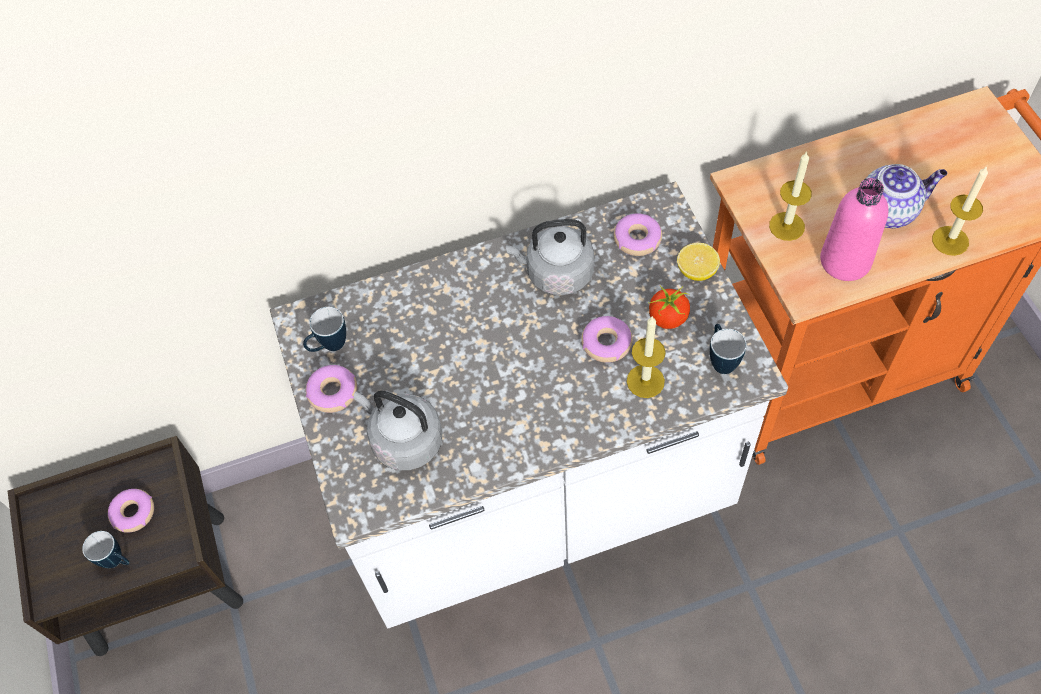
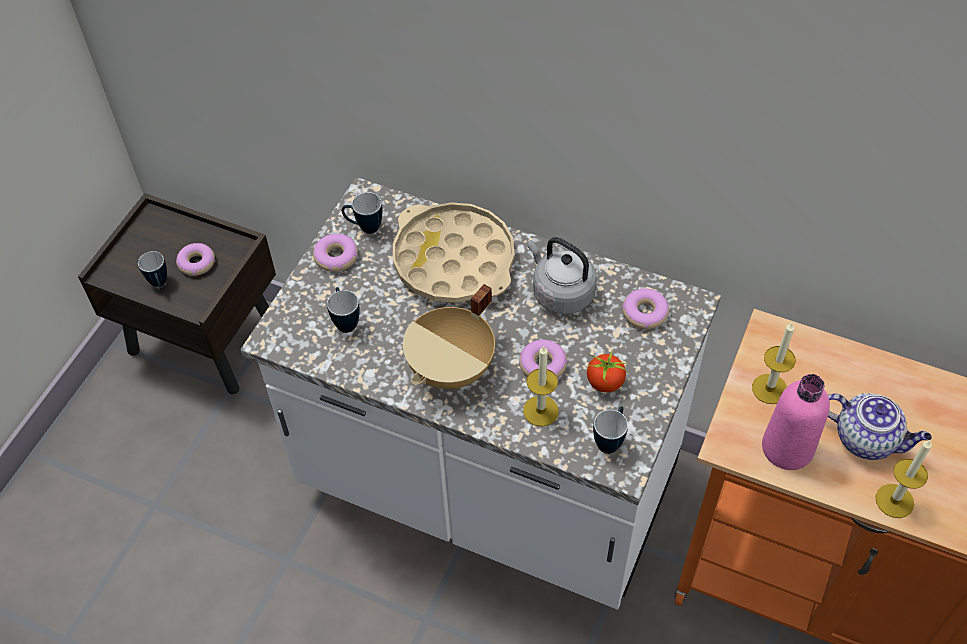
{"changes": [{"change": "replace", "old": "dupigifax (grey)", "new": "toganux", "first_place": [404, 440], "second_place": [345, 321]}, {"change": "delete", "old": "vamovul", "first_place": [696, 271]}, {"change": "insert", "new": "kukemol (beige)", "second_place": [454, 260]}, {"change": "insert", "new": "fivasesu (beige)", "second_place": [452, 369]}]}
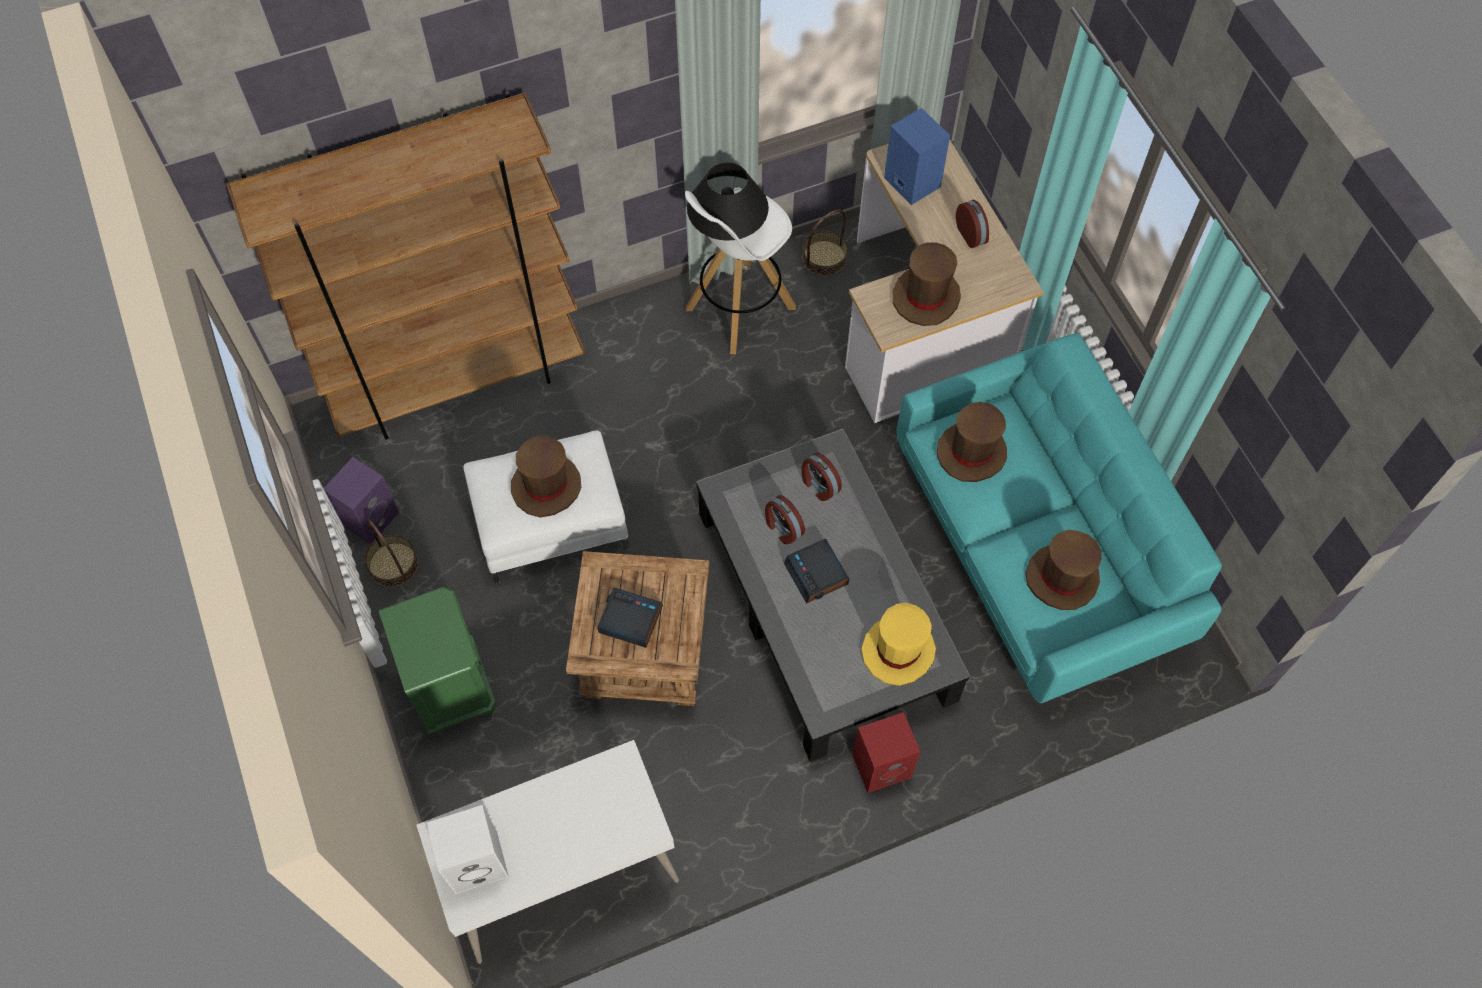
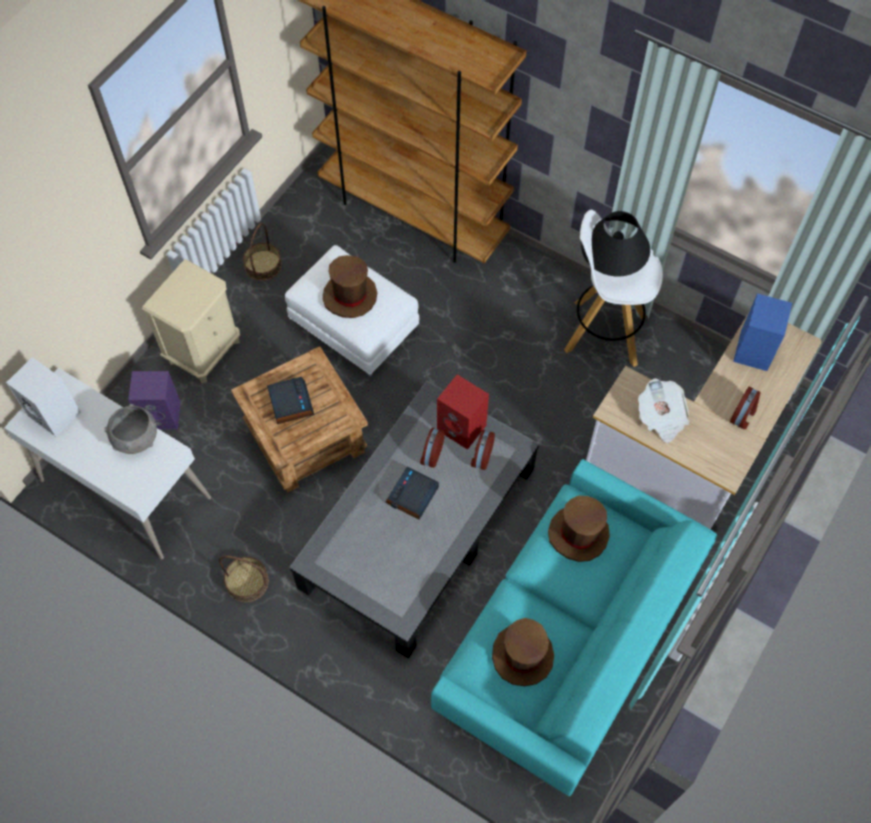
{"changes": [{"change": "move", "old": "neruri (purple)", "first_place": [370, 517], "second_place": [162, 414]}, {"change": "recolor", "old": "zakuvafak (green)", "new": "zakuvafak (beige)", "first_place": [452, 689], "second_place": [204, 351]}, {"change": "move", "old": "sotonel", "first_place": [824, 258], "second_place": [247, 582]}, {"change": "move", "old": "neruri (red)", "first_place": [882, 764], "second_place": [463, 427]}, {"change": "delete", "old": "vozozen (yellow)", "first_place": [898, 651]}, {"change": "replace", "old": "vozozen (brown)", "new": "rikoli", "first_place": [926, 297], "second_place": [661, 417]}, {"change": "insert", "new": "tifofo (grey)", "second_place": [136, 438]}]}
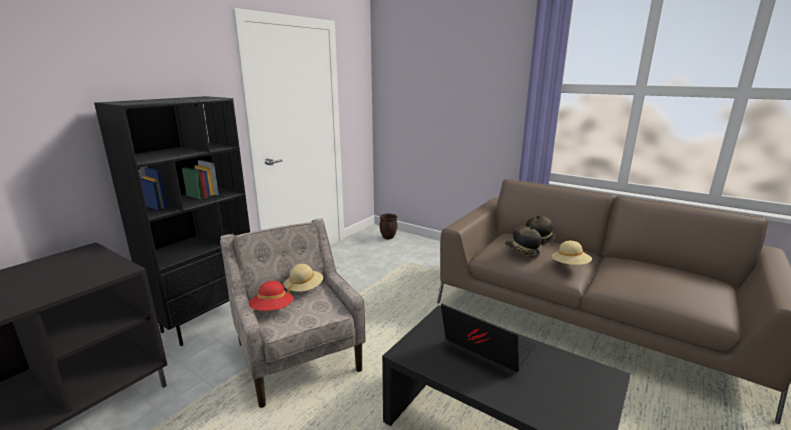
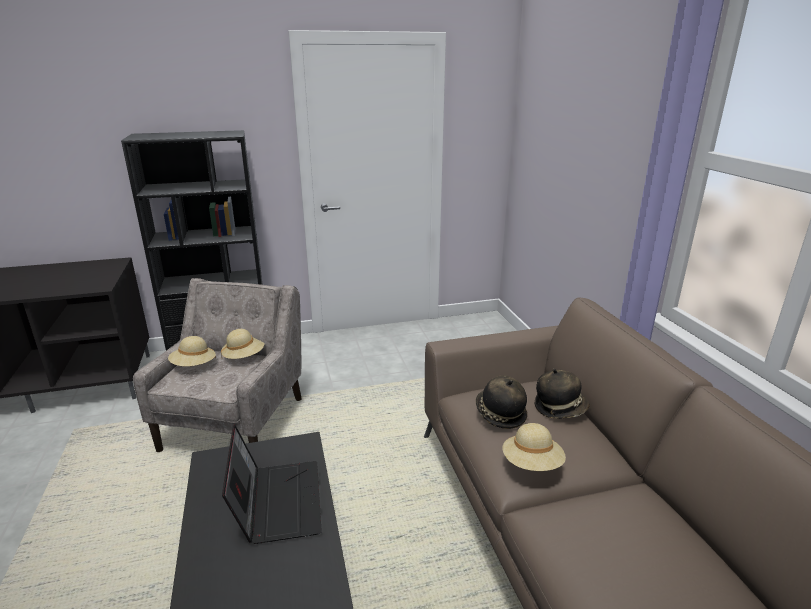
{"changes": [{"change": "recolor", "old": "vozozen (red)", "new": "vozozen (beige)", "first_place": [272, 310], "second_place": [194, 365]}, {"change": "delete", "old": "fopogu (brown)", "first_place": [388, 237]}]}
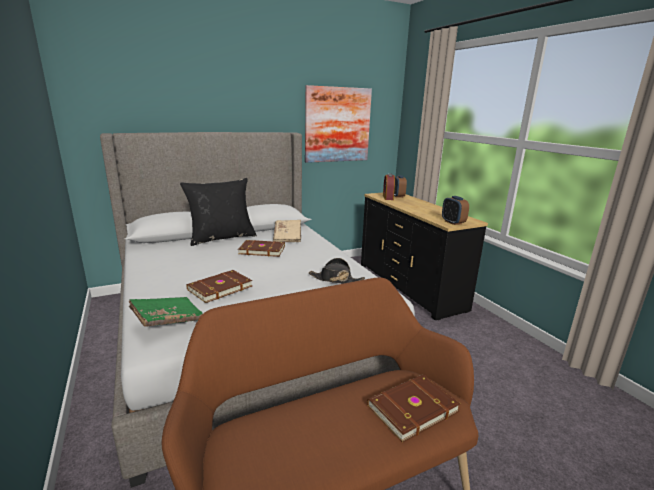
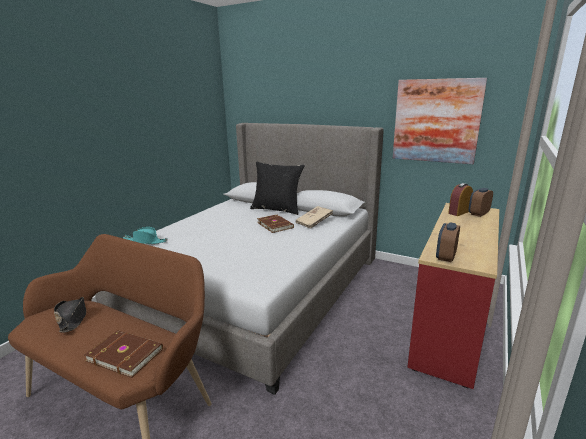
{"changes": [{"change": "replace", "old": "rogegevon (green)", "new": "vozozen (turquoise)", "first_place": [167, 320], "second_place": [146, 241]}, {"change": "delete", "old": "rogegevon (brown)", "first_place": [219, 288]}, {"change": "move", "old": "vozozen (black)", "first_place": [335, 279], "second_place": [73, 318]}, {"change": "recolor", "old": "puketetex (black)", "new": "puketetex (red)", "first_place": [410, 286], "second_place": [451, 326]}]}
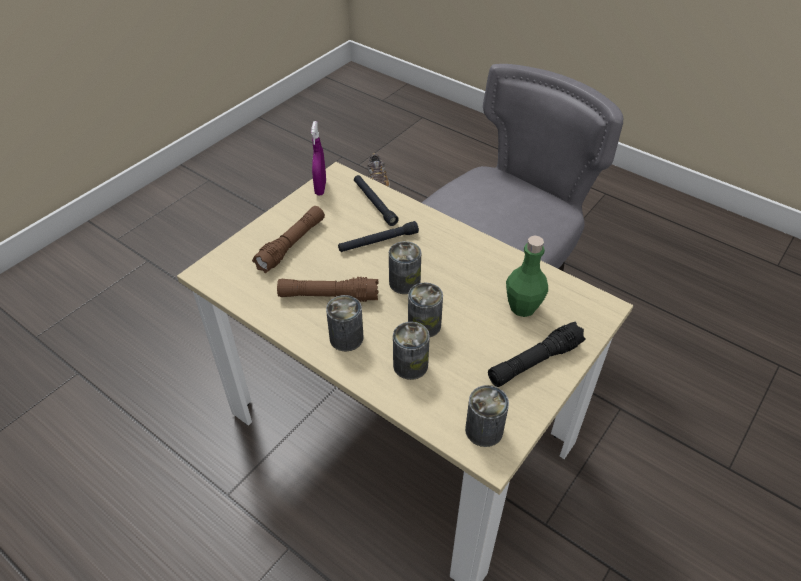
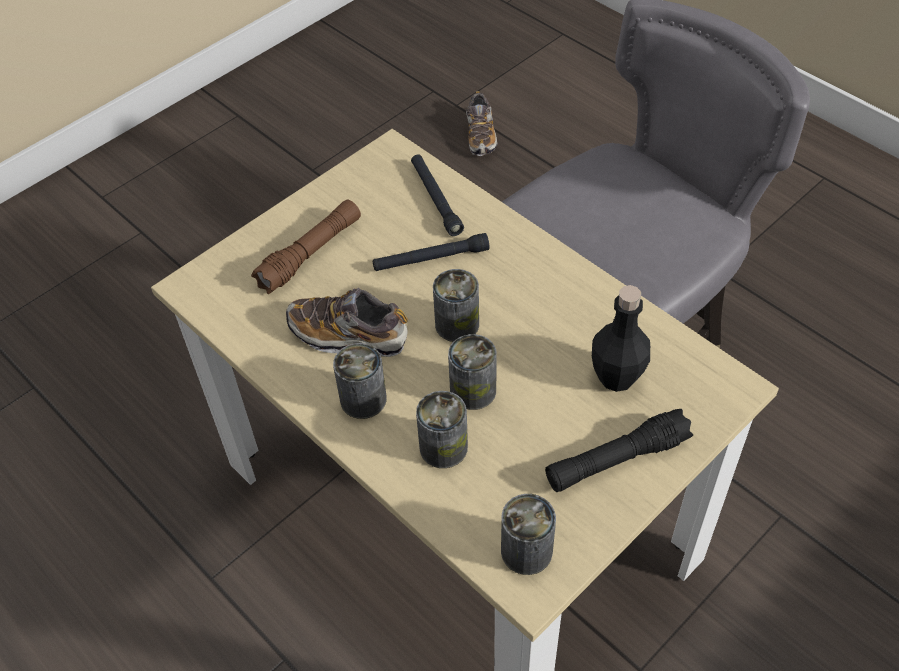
{"changes": [{"change": "replace", "old": "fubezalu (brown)", "new": "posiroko", "first_place": [328, 296], "second_place": [348, 336]}, {"change": "delete", "old": "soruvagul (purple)", "first_place": [320, 188]}, {"change": "recolor", "old": "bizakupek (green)", "new": "bizakupek (black)", "first_place": [522, 307], "second_place": [616, 377]}]}
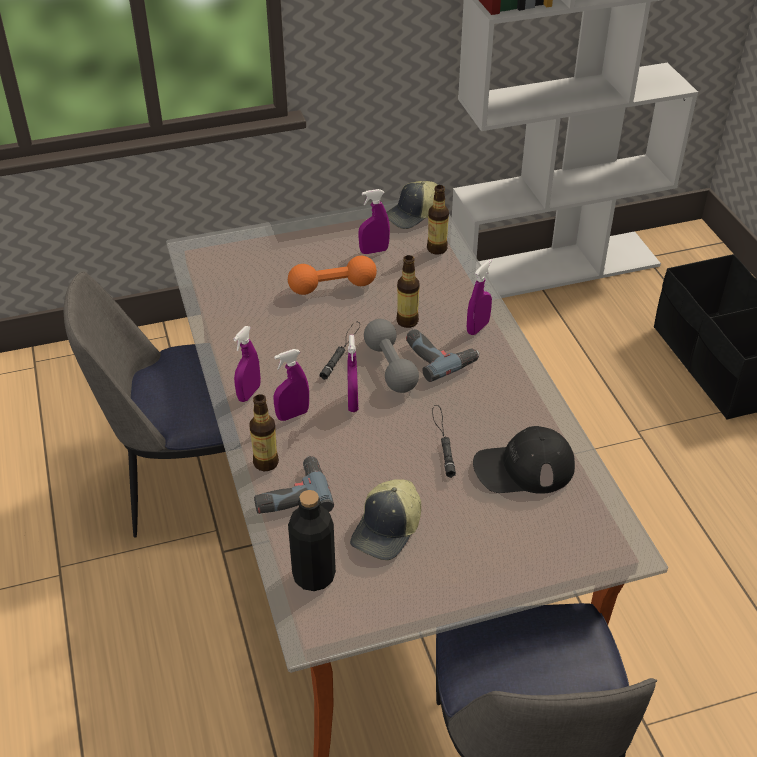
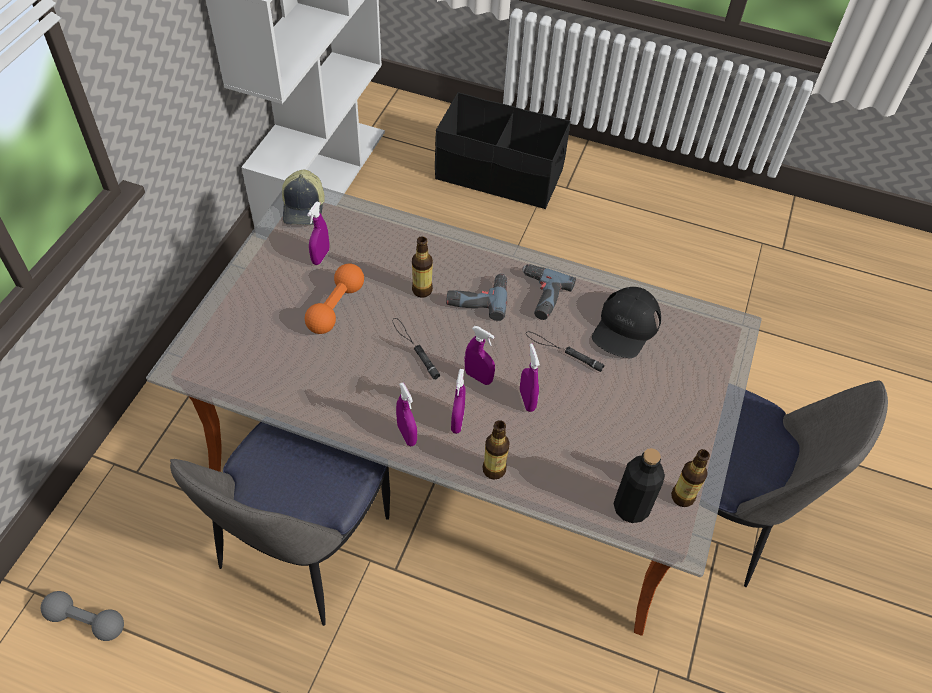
{"changes": [{"change": "move", "old": "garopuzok", "first_place": [290, 494], "second_place": [540, 296]}, {"change": "delete", "old": "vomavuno", "first_place": [388, 530]}, {"change": "move", "old": "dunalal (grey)", "first_place": [390, 367], "second_place": [86, 621]}, {"change": "move", "old": "bizakupek", "first_place": [437, 249], "second_place": [682, 497]}, {"change": "move", "old": "soruvagul (purple)", "first_place": [477, 328], "second_place": [527, 400]}]}
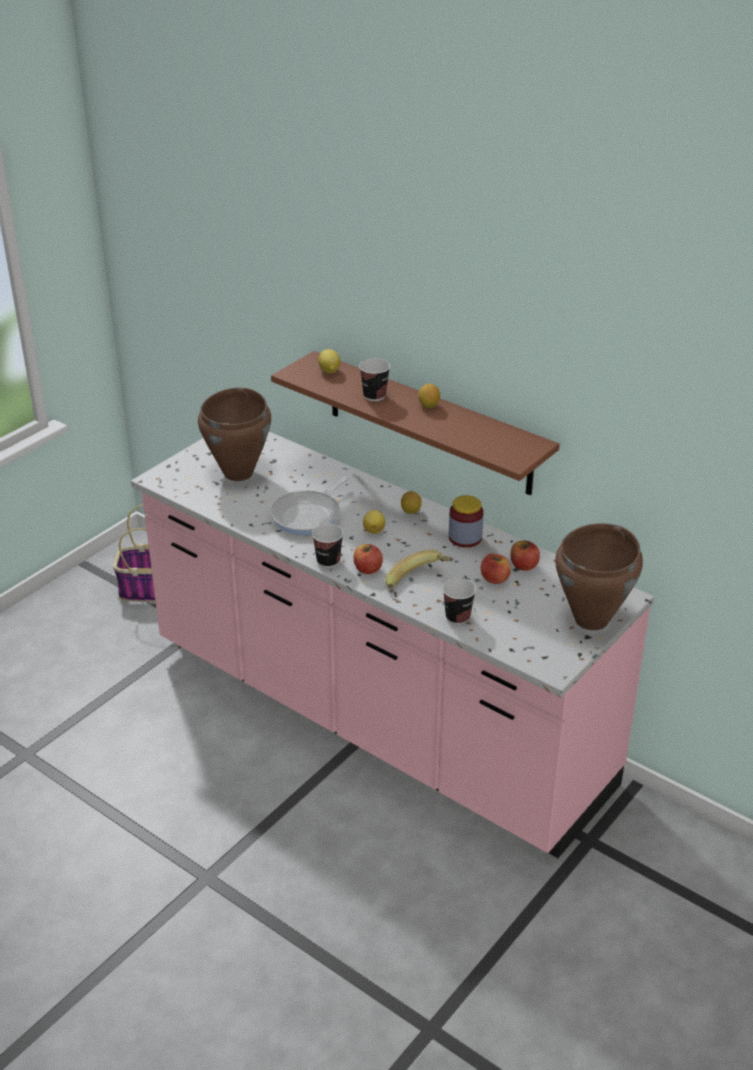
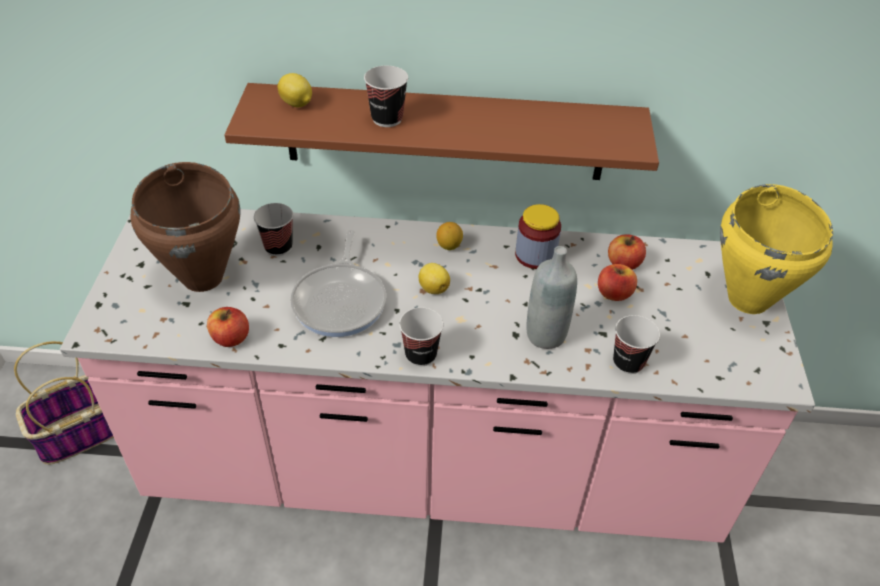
{"changes": [{"change": "move", "old": "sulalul", "first_place": [367, 569], "second_place": [230, 338]}, {"change": "replace", "old": "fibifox", "new": "bizakupek (grey)", "first_place": [419, 582], "second_place": [545, 335]}, {"change": "delete", "old": "vamovul", "first_place": [428, 405]}, {"change": "recolor", "old": "fivasesu (brown)", "new": "fivasesu (yellow)", "first_place": [592, 619], "second_place": [749, 299]}, {"change": "insert", "new": "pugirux", "second_place": [278, 247]}]}
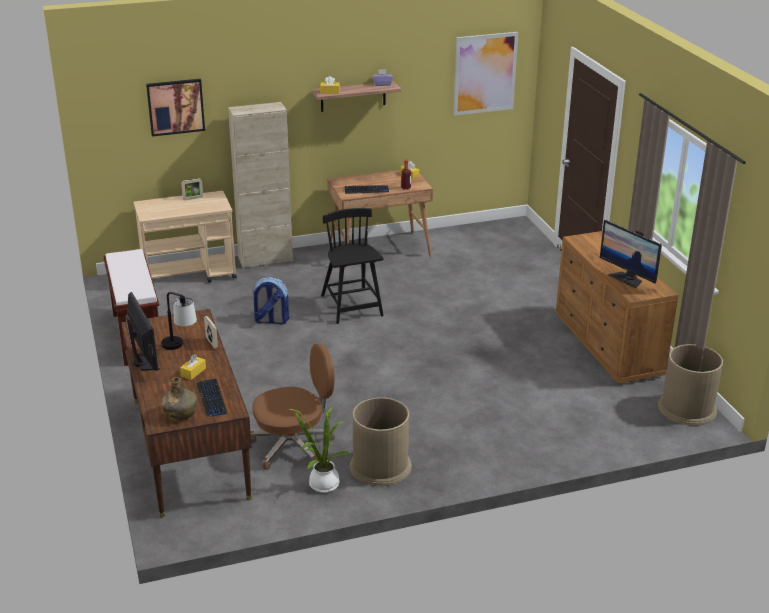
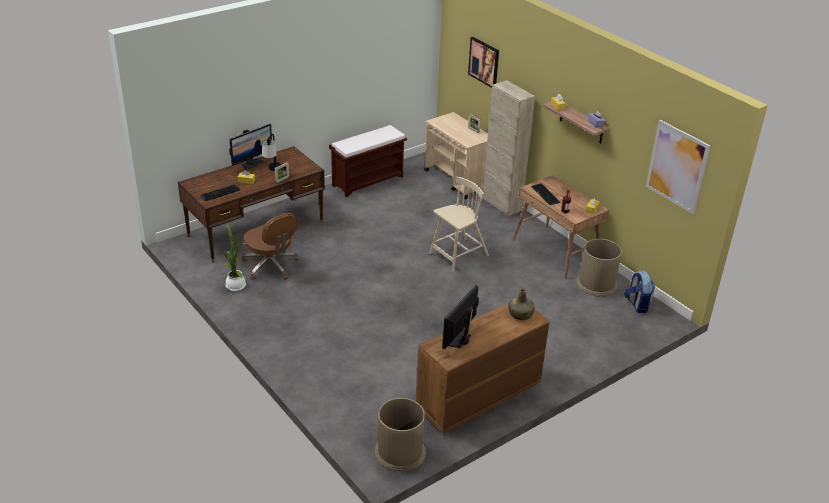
{"changes": [{"change": "move", "old": "bizakupek (green)", "first_place": [180, 414], "second_place": [520, 314]}, {"change": "move", "old": "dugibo", "first_place": [270, 320], "second_place": [637, 305]}, {"change": "recolor", "old": "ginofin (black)", "new": "ginofin (beige)", "first_place": [352, 306], "second_place": [458, 255]}, {"change": "move", "old": "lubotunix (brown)", "first_place": [380, 466], "second_place": [596, 284]}]}
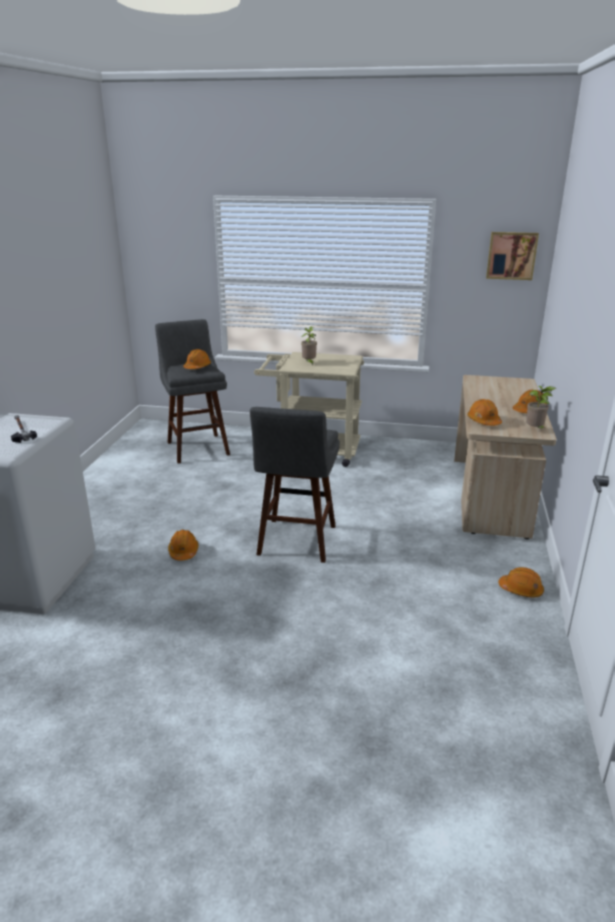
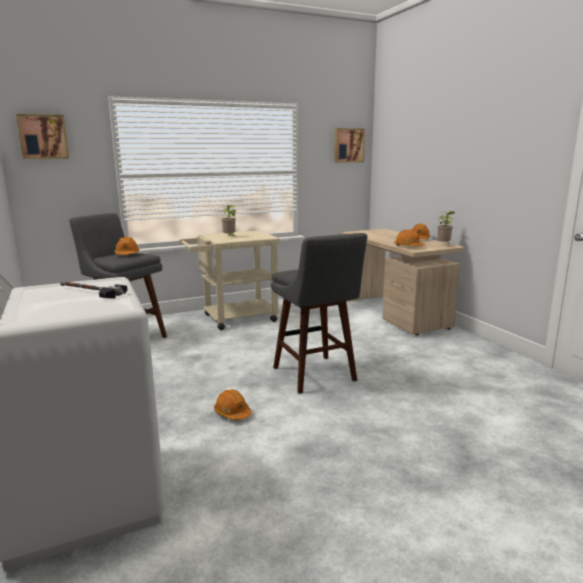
{"changes": [{"change": "delete", "old": "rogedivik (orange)", "first_place": [521, 590]}, {"change": "insert", "new": "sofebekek", "second_place": [43, 136]}]}
